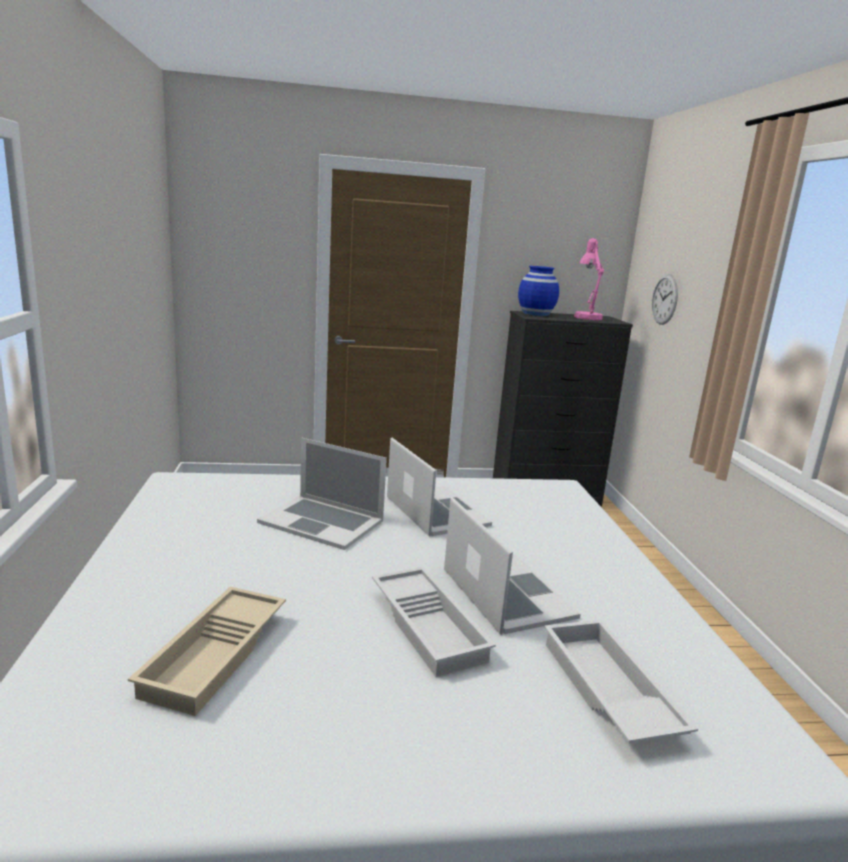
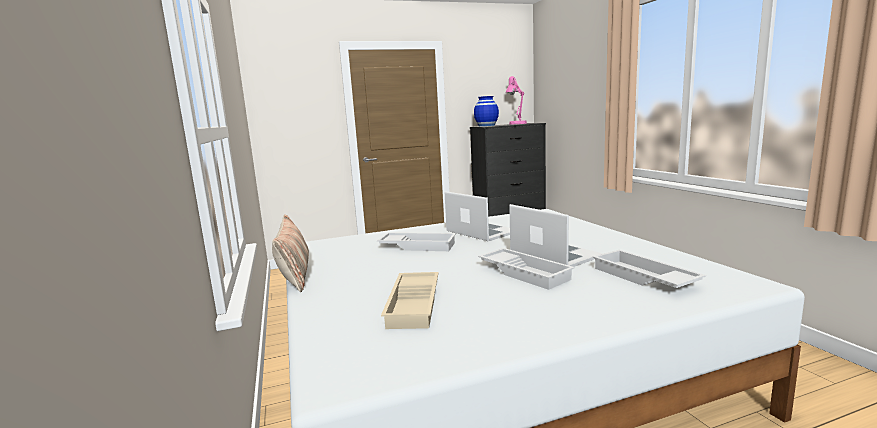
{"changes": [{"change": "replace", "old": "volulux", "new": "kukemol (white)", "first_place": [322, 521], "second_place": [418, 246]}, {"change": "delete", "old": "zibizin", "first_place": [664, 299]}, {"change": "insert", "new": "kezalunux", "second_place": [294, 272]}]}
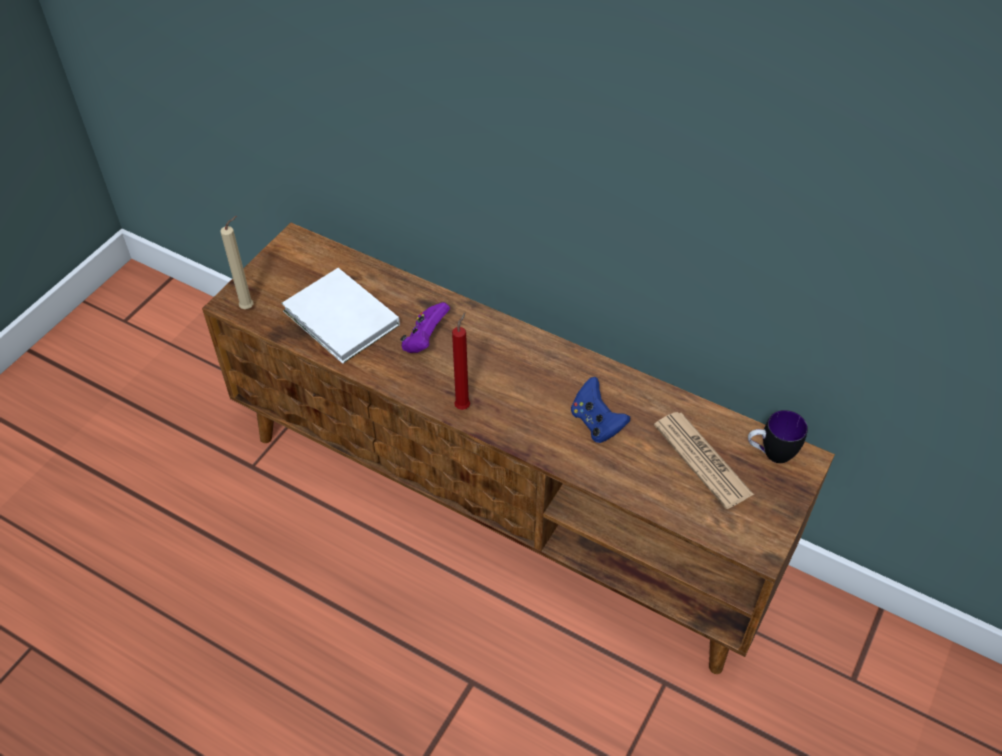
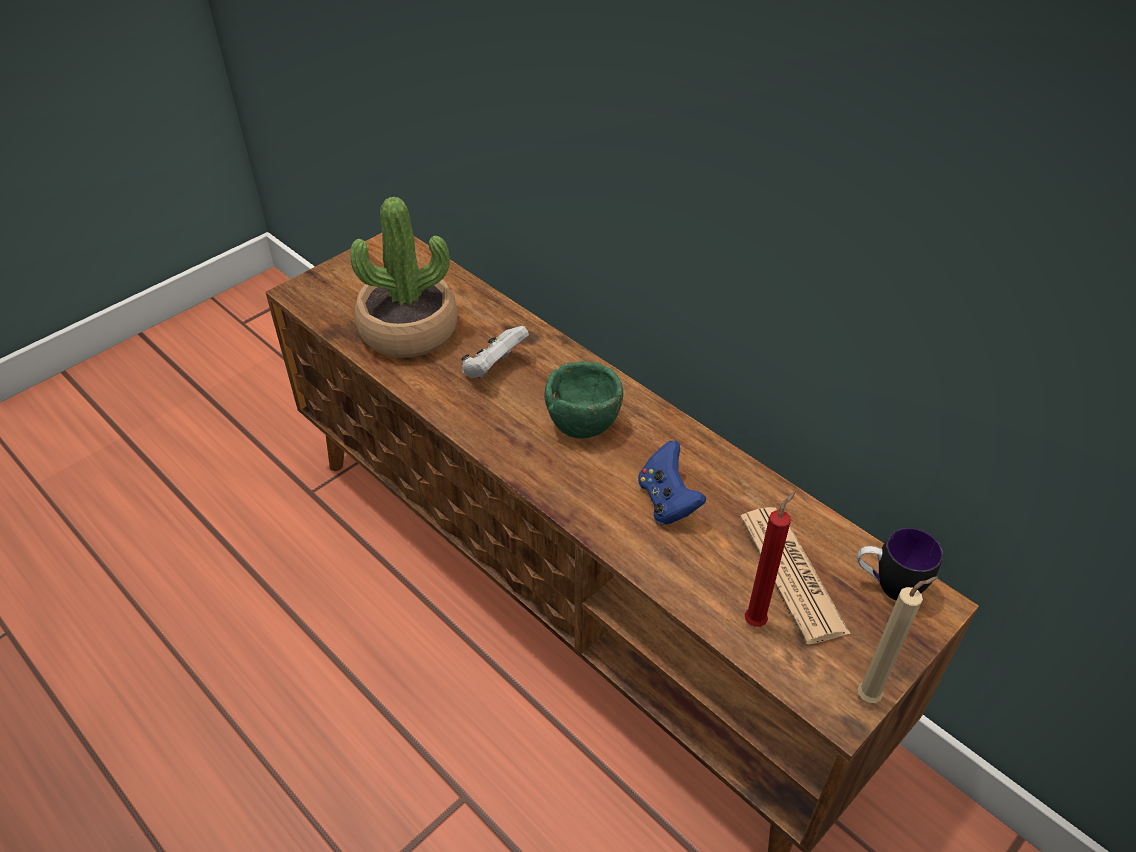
{"changes": [{"change": "move", "old": "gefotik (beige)", "first_place": [249, 307], "second_place": [871, 696]}, {"change": "replace", "old": "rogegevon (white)", "new": "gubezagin", "first_place": [341, 320], "second_place": [408, 330]}, {"change": "recolor", "old": "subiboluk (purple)", "new": "subiboluk (white)", "first_place": [425, 340], "second_place": [494, 368]}, {"change": "move", "old": "gefotik (red)", "first_place": [463, 405], "second_place": [757, 620]}, {"change": "insert", "new": "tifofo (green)", "second_place": [583, 422]}]}
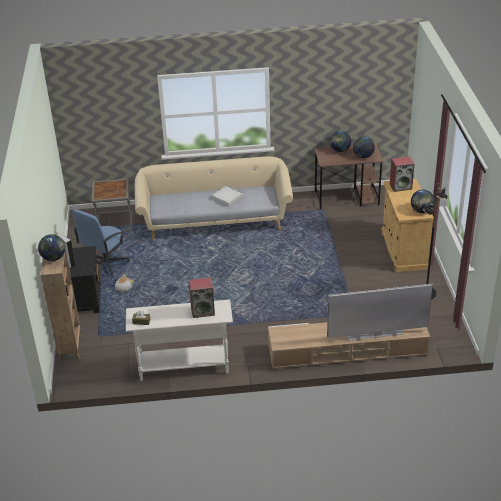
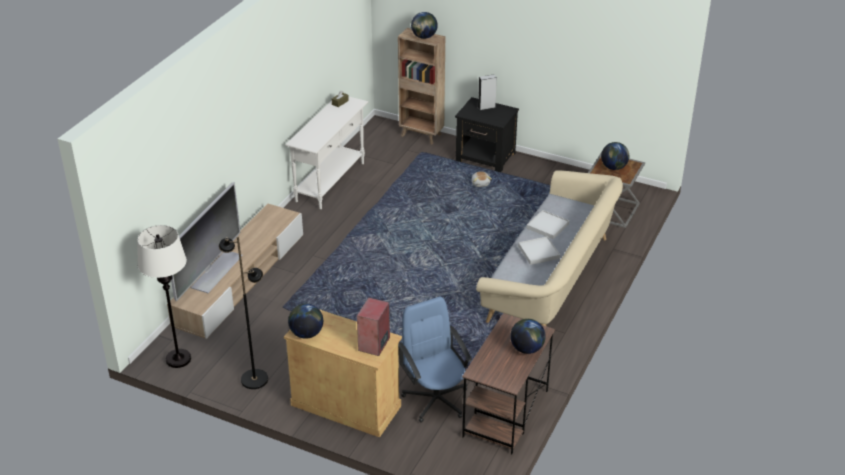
{"changes": [{"change": "move", "old": "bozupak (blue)", "first_place": [105, 263], "second_place": [436, 399]}, {"change": "delete", "old": "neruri", "first_place": [203, 311]}, {"change": "move", "old": "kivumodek", "first_place": [363, 156], "second_place": [614, 167]}, {"change": "insert", "new": "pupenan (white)", "second_place": [178, 359]}, {"change": "insert", "new": "kukemol (white)", "second_place": [547, 226]}]}
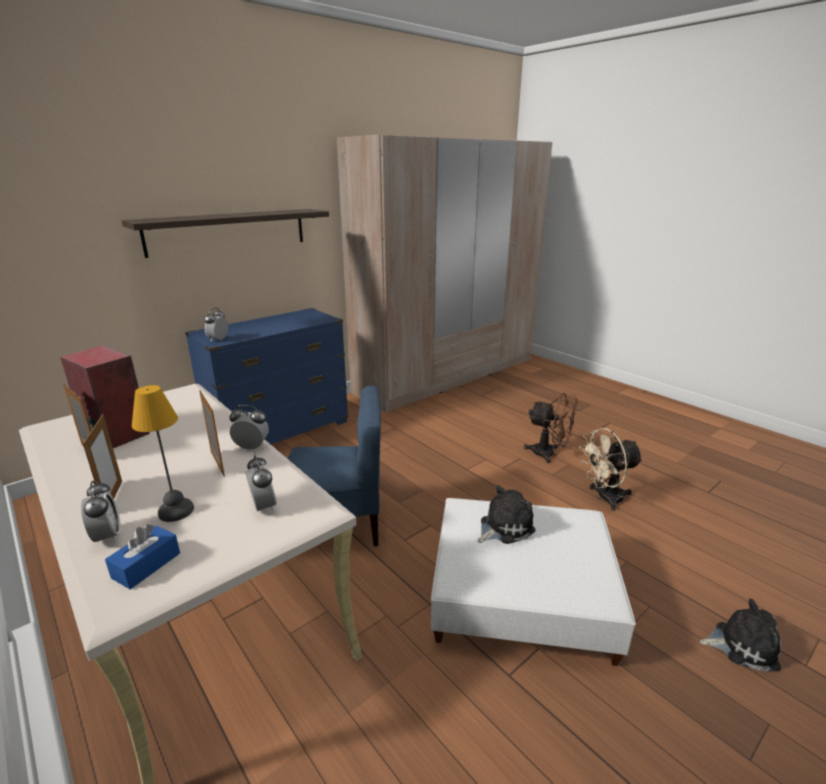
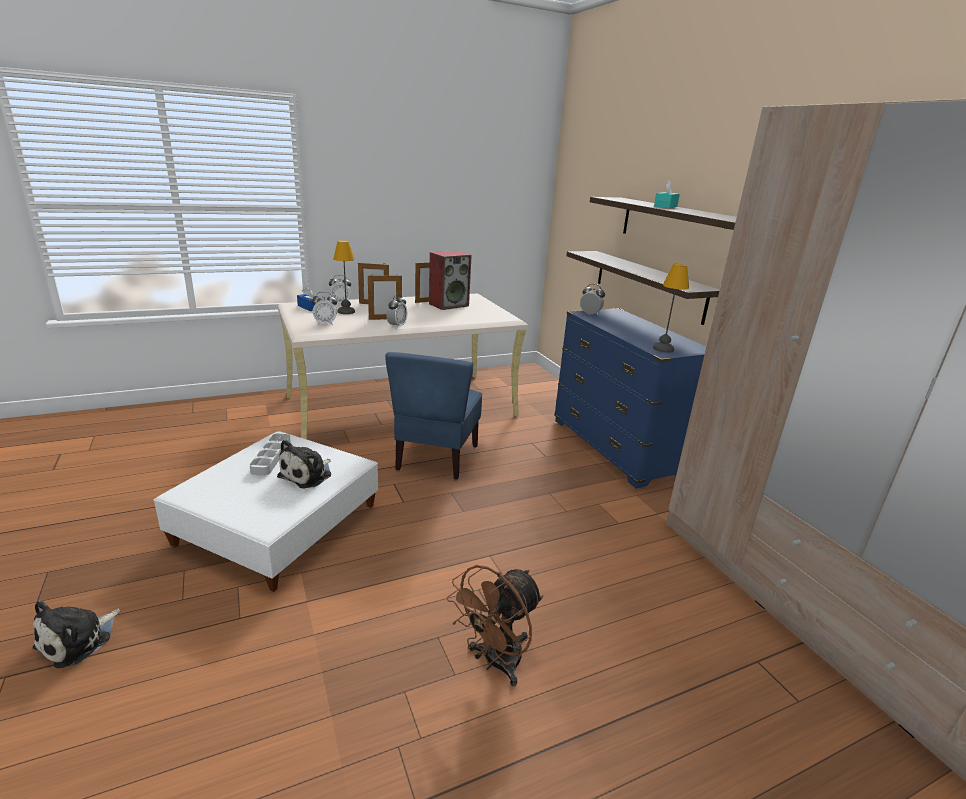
{"changes": [{"change": "rotate", "old": "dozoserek", "first_place": [504, 527], "second_place": [308, 475], "degrees": 45}, {"change": "delete", "old": "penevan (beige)", "first_place": [604, 498]}, {"change": "insert", "new": "kukemol (grey)", "second_place": [271, 457]}, {"change": "insert", "new": "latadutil", "second_place": [648, 285]}, {"change": "insert", "new": "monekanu", "second_place": [662, 348]}, {"change": "insert", "new": "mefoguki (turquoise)", "second_place": [665, 206]}]}
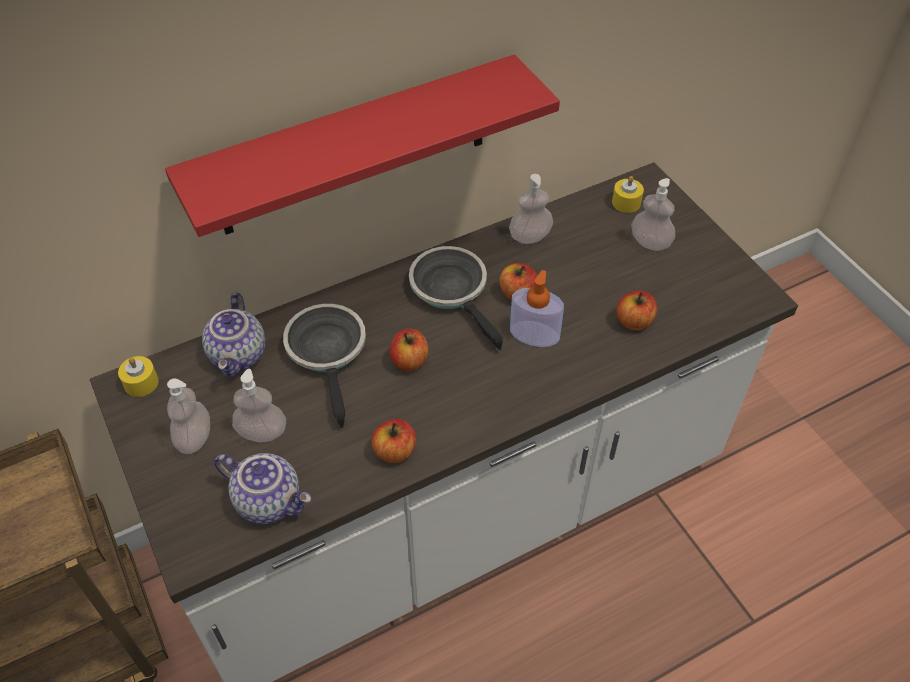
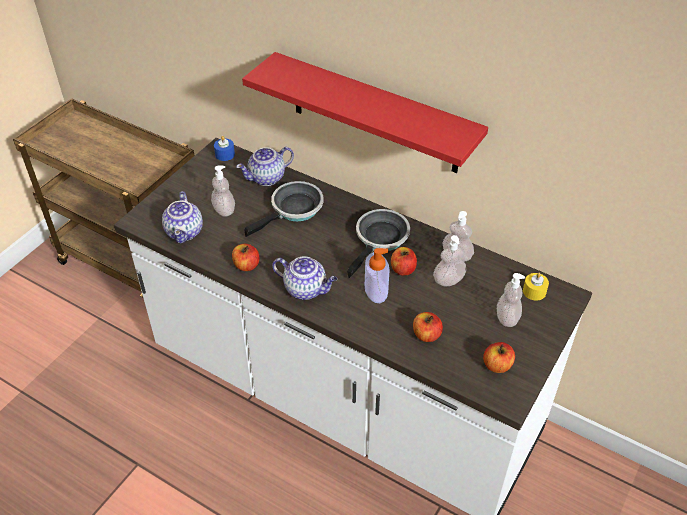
{"changes": [{"change": "recolor", "old": "gefotik (yellow)", "new": "gefotik (blue)", "first_place": [141, 383], "second_place": [225, 154]}, {"change": "move", "old": "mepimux", "first_place": [194, 438], "second_place": [448, 280]}, {"change": "move", "old": "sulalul", "first_place": [409, 361], "second_place": [497, 365]}, {"change": "insert", "new": "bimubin", "second_place": [306, 289]}]}
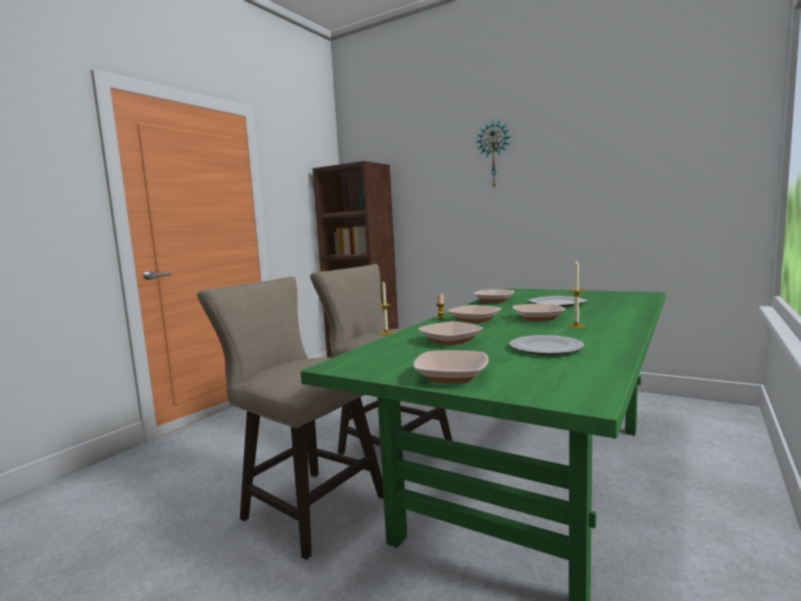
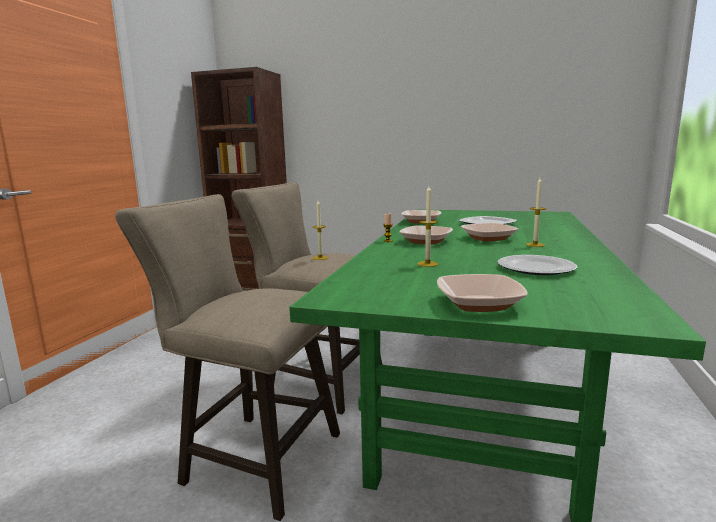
{"changes": [{"change": "replace", "old": "tifofo", "new": "gefotik", "first_place": [450, 341], "second_place": [427, 264]}, {"change": "delete", "old": "zibizin", "first_place": [494, 155]}]}
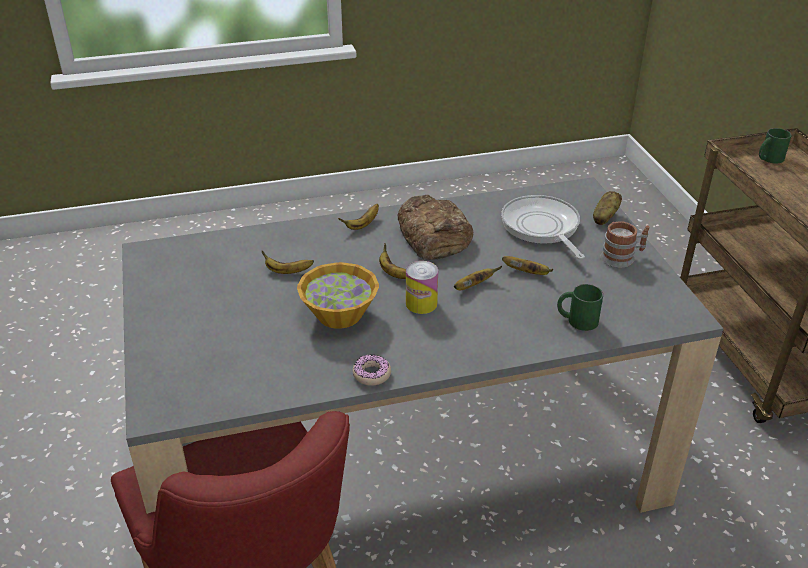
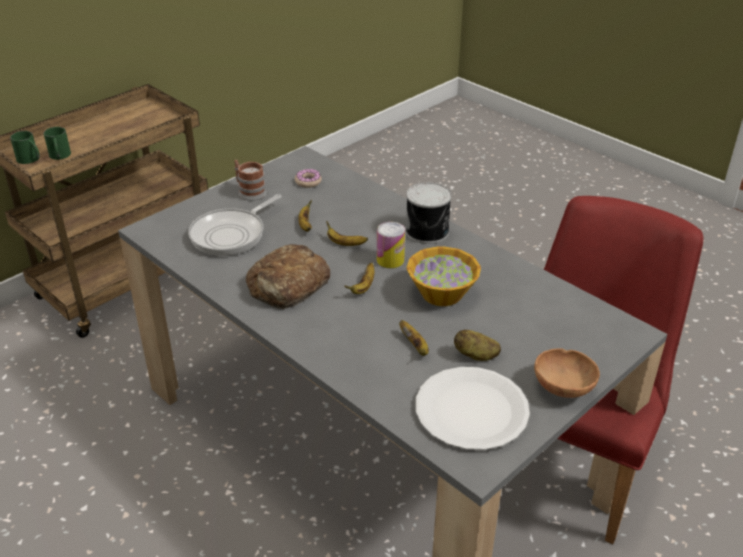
{"changes": [{"change": "delete", "old": "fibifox", "first_place": [362, 225]}, {"change": "move", "old": "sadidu", "first_place": [372, 374], "second_place": [308, 182]}, {"change": "move", "old": "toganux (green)", "first_place": [576, 320], "second_place": [60, 156]}, {"change": "move", "old": "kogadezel", "first_place": [604, 217], "second_place": [476, 355]}, {"change": "insert", "new": "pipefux", "second_place": [428, 231]}, {"change": "insert", "new": "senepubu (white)", "second_place": [471, 410]}, {"change": "insert", "new": "tifofo (brown)", "second_place": [564, 387]}]}
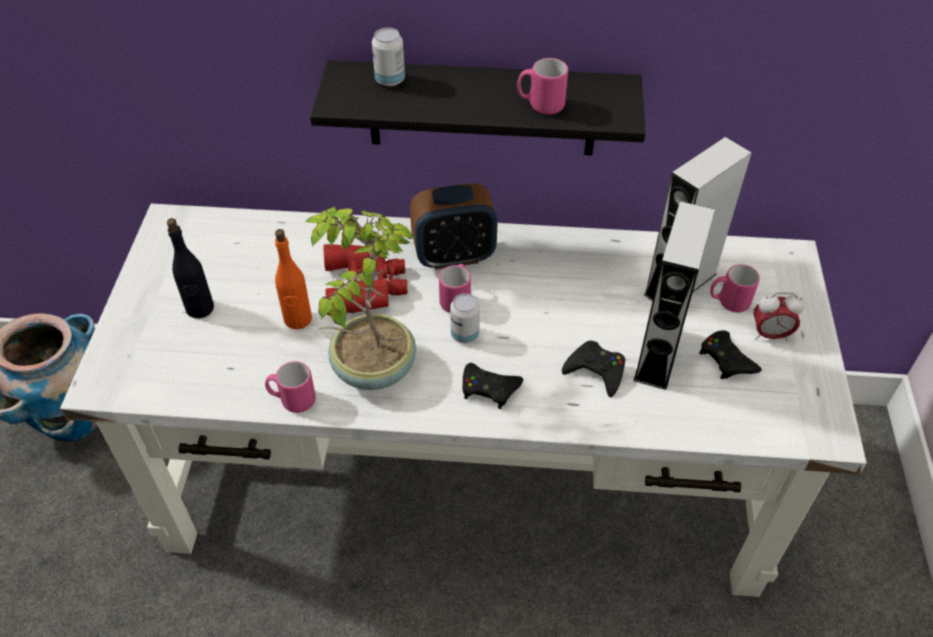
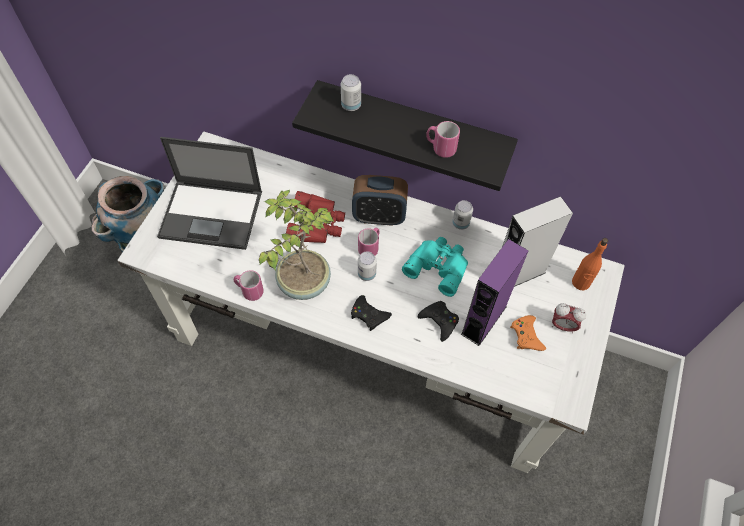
{"changes": [{"change": "replace", "old": "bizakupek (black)", "new": "volulux", "first_place": [200, 308], "second_place": [213, 214]}, {"change": "move", "old": "bizakupek (orange)", "first_place": [298, 319], "second_place": [580, 282]}, {"change": "recolor", "old": "neruri (grey)", "new": "neruri (purple)", "first_place": [658, 354], "second_place": [483, 320]}, {"change": "recolor", "old": "subiboluk (black)", "new": "subiboluk (orange)", "first_place": [726, 359], "second_place": [526, 336]}, {"change": "delete", "old": "toganux (pink)", "first_place": [728, 302]}, {"change": "insert", "new": "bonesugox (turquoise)", "second_place": [438, 266]}, {"change": "insert", "new": "pipefux", "second_place": [460, 223]}]}
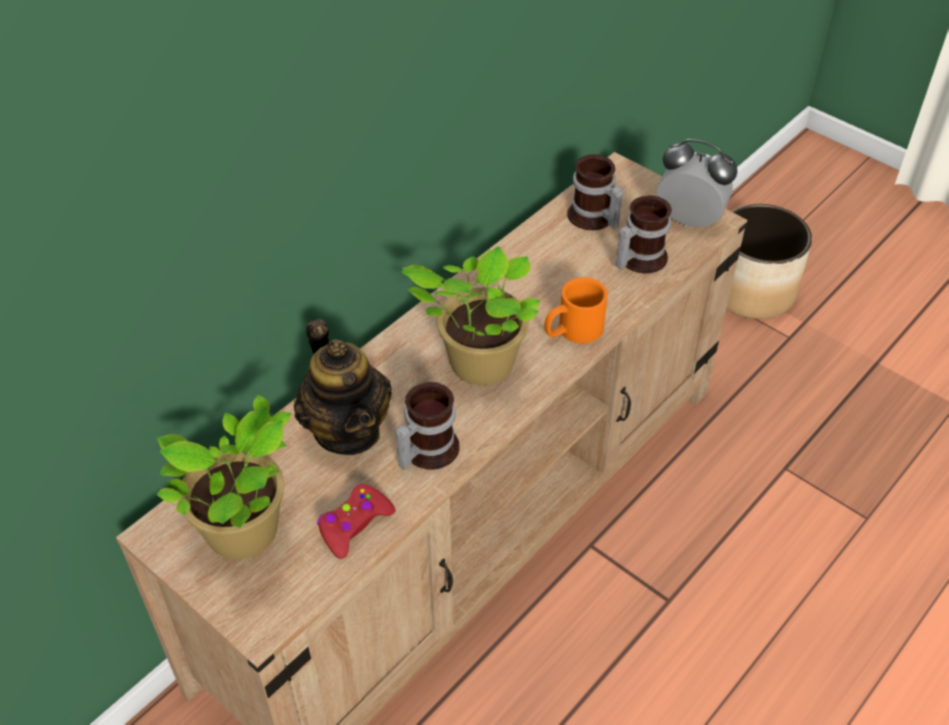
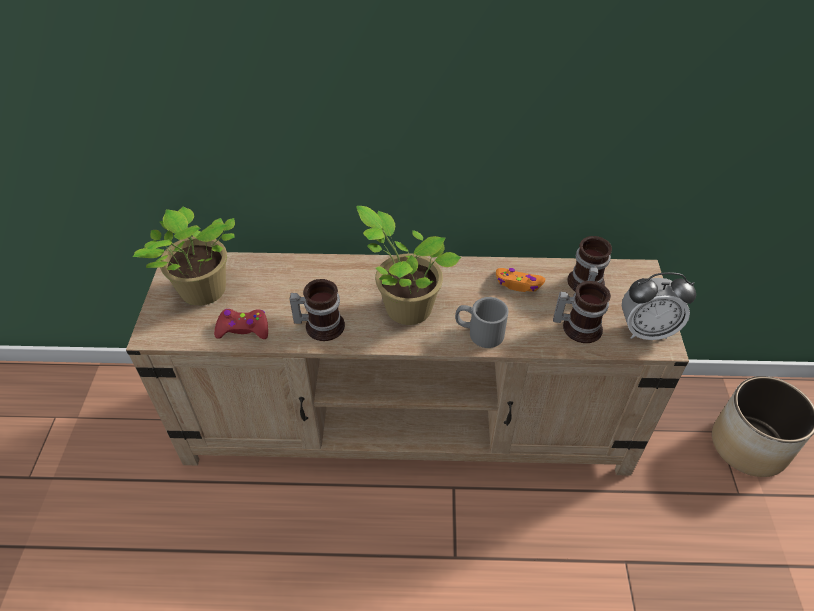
{"changes": [{"change": "delete", "old": "bimubin", "first_place": [348, 430]}, {"change": "recolor", "old": "toganux (orange)", "new": "toganux (grey)", "first_place": [572, 331], "second_place": [479, 332]}, {"change": "rotate", "old": "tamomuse", "first_place": [689, 220], "second_place": [646, 331], "degrees": 105}, {"change": "insert", "new": "subiboluk (orange)", "second_place": [518, 284]}]}
